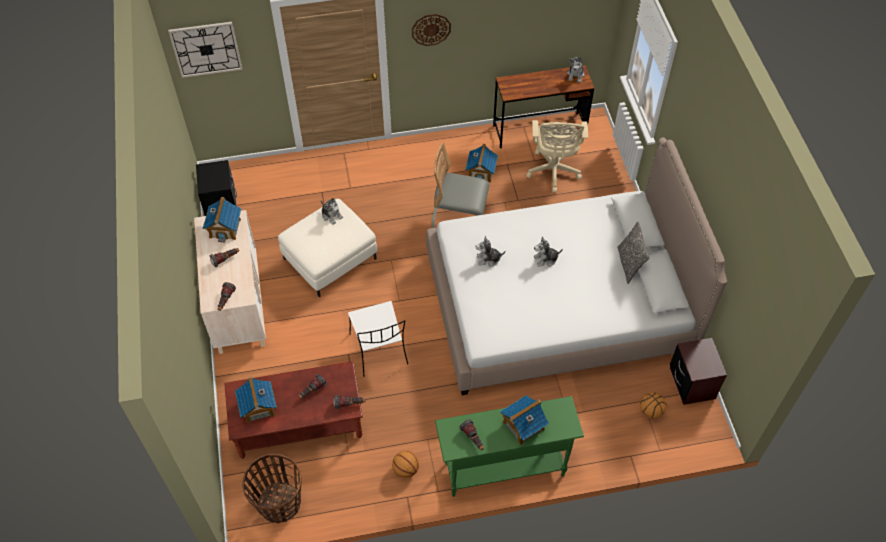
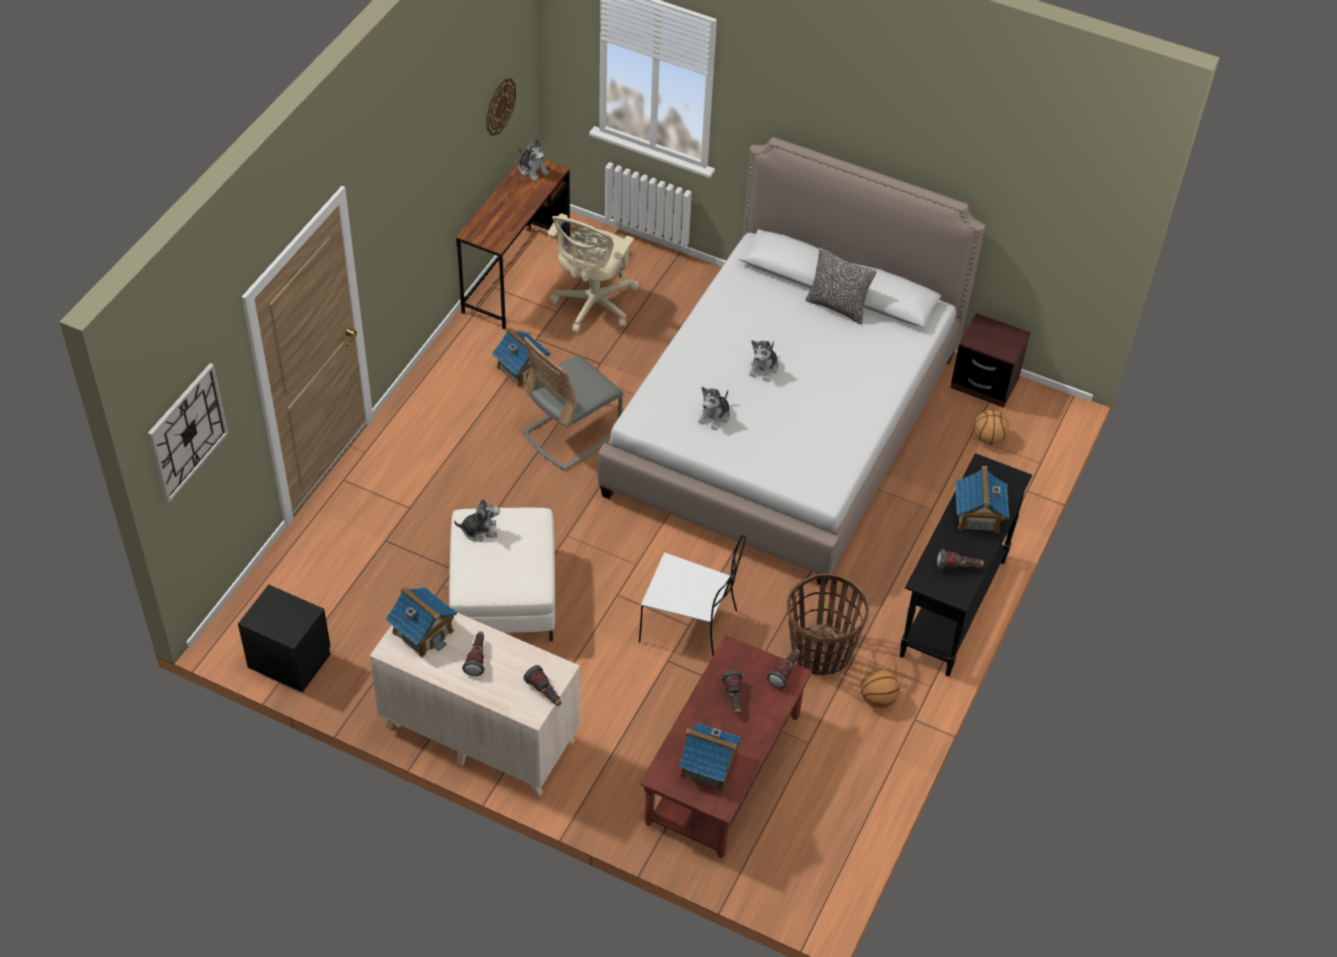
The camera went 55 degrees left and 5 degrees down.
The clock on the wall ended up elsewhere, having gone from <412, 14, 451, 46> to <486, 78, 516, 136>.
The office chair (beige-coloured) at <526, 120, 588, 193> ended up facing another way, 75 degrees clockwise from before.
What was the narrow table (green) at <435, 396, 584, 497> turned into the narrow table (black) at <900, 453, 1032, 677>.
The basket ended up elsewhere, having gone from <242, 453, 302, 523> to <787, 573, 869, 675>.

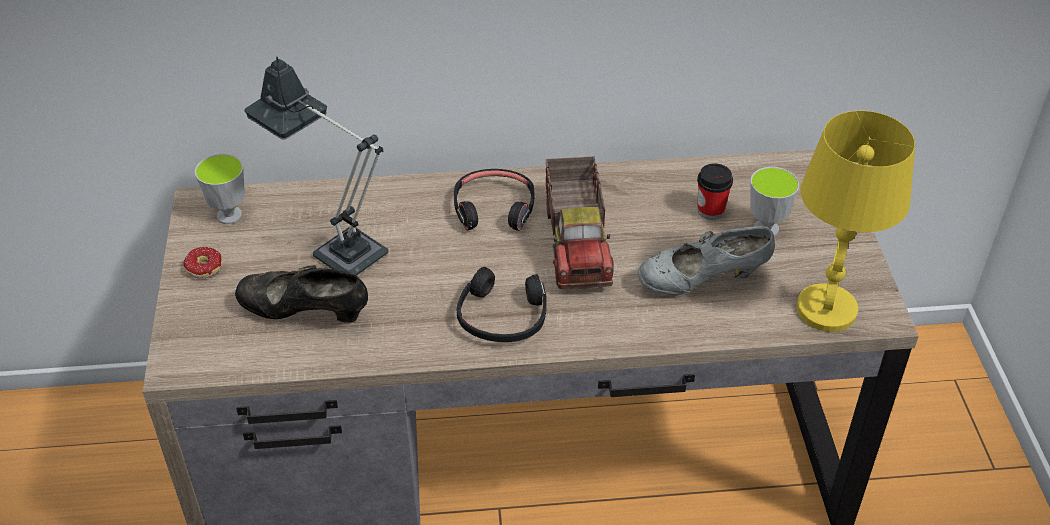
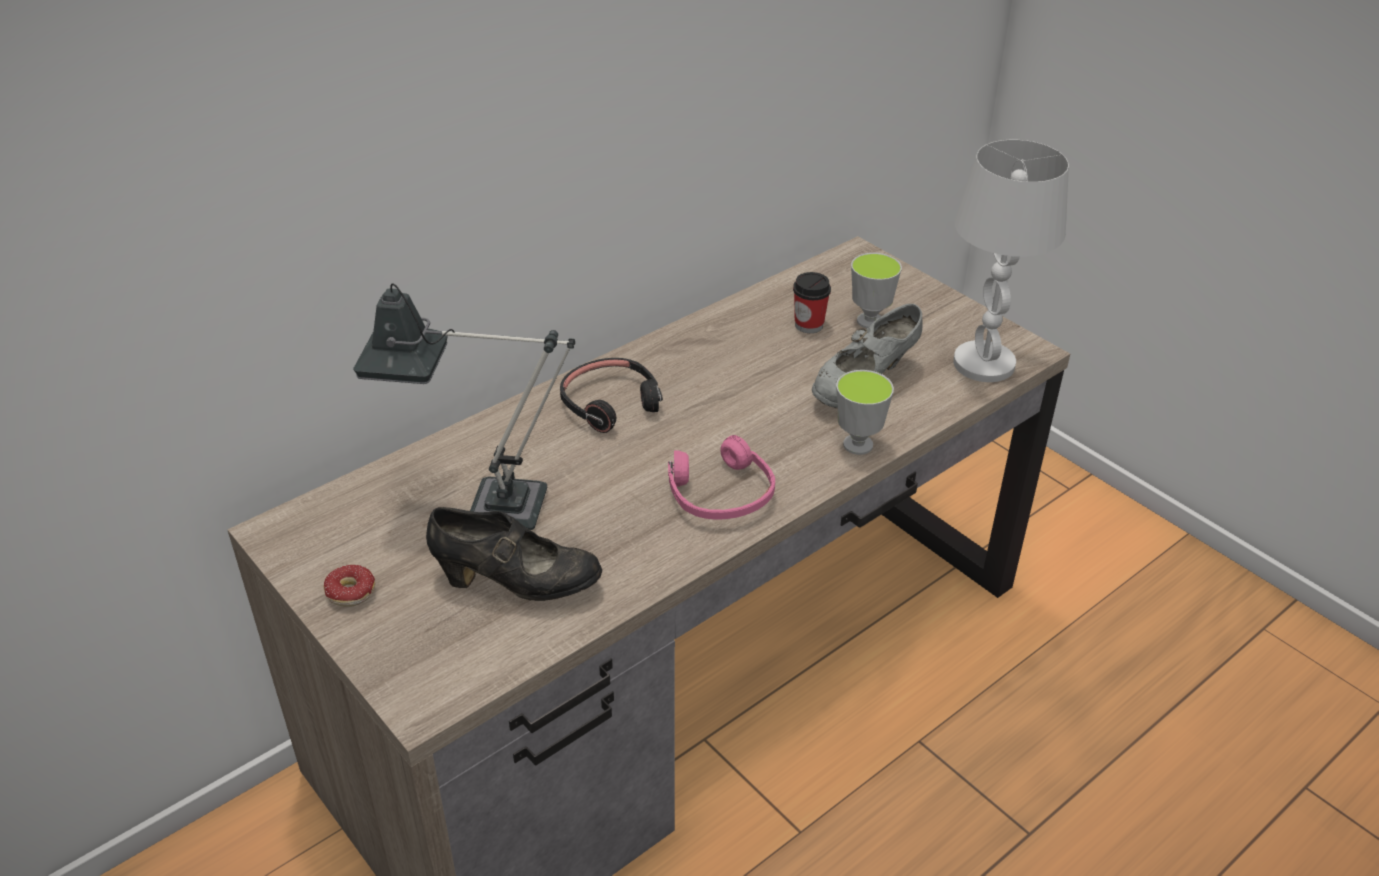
The camera went 35 degrees left and 5 degrees down.
What was the lamp for a table (yellowish) at <797, 111, 915, 332> turned into the lamp for a table (whitish) at <953, 140, 1069, 382>.
The cup ended up elsewhere, having gone from <195, 154, 245, 224> to <836, 370, 894, 455>.
The second view lost the toy truck at <546, 156, 614, 289>.
The low shoe (black) at <235, 265, 368, 323> ended up facing another way, 150 degrees counterclockwise from before.
What was the headphones (black) at <457, 267, 547, 342> turned into the headphones (pink) at <668, 435, 775, 519>.

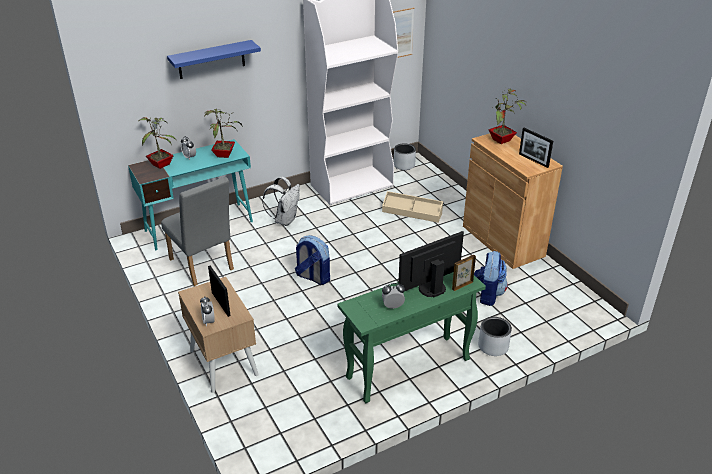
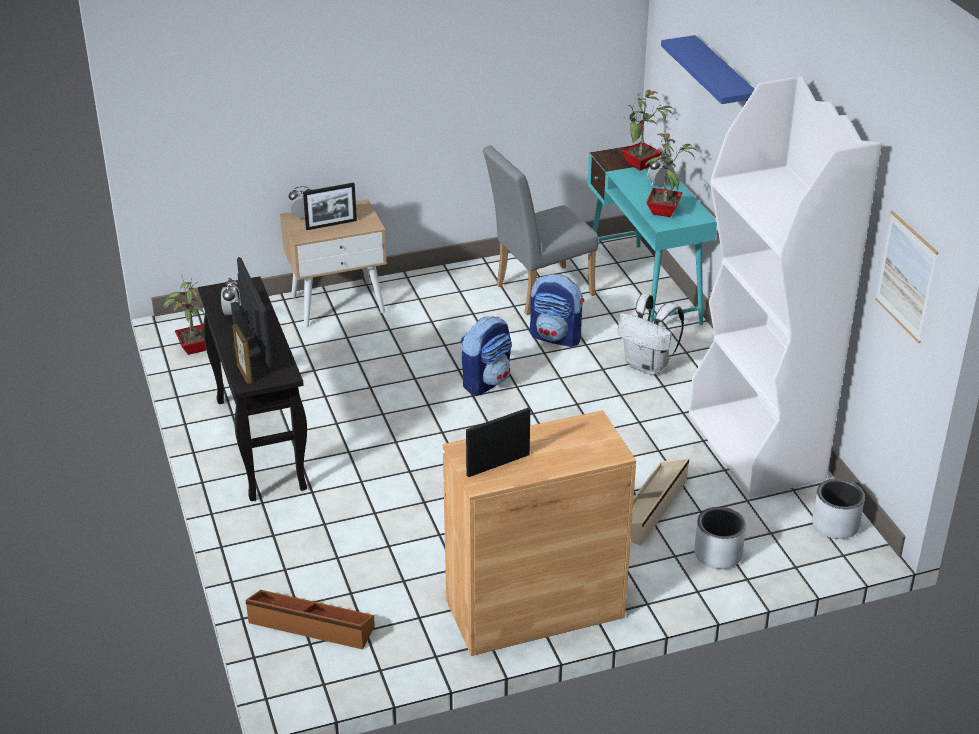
The camera went 100 degrees right and 0 degrees up.
The potted plant ended up elsewhere, having gone from <489, 88, 526, 144> to <163, 274, 206, 355>.
The backpack ended up elsewhere, having gone from <474, 251, 508, 306> to <530, 274, 584, 347>.
What was the narrow table (green) at <338, 272, 486, 403> turned into the narrow table (black) at <198, 276, 307, 501>.
The flower pot (grey) ended up elsewhere, having gone from <478, 317, 512, 356> to <694, 507, 746, 569>.
The second view gained the storage bin (brownish) at <246, 590, 375, 649>.

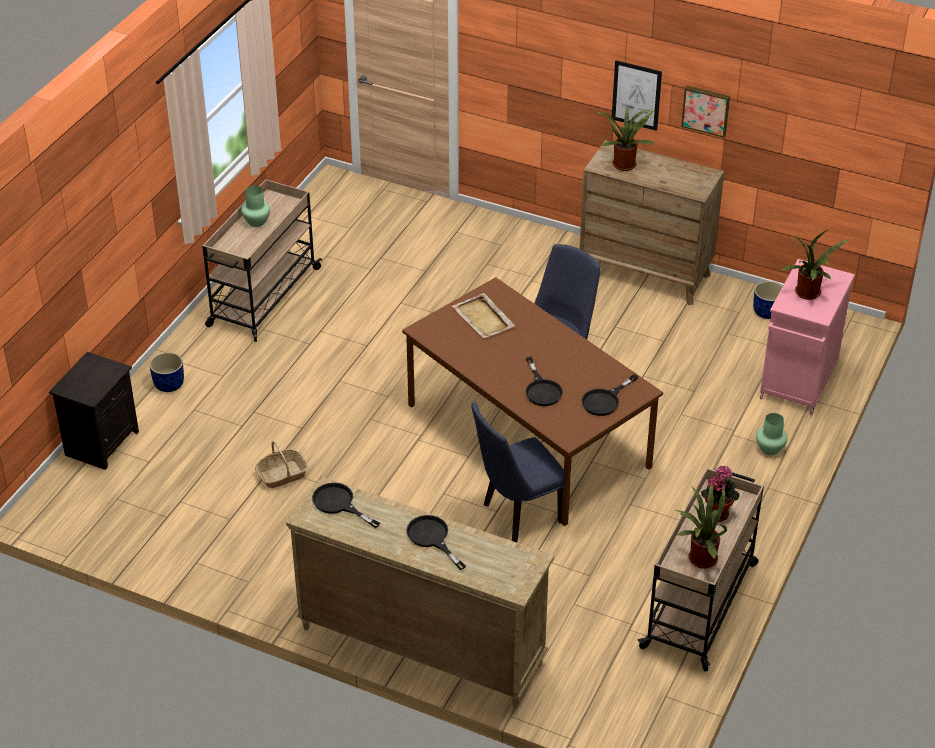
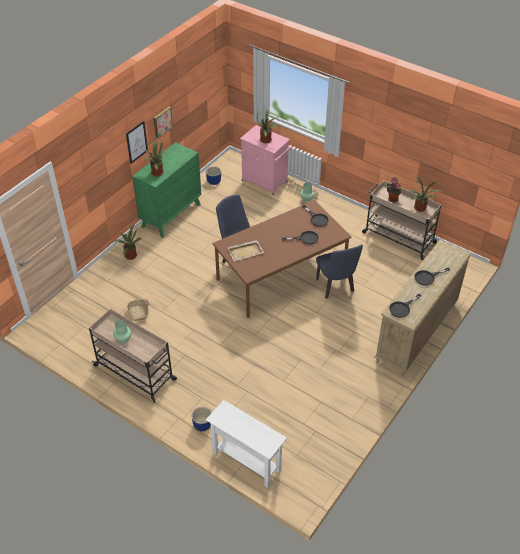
The camera went 80 degrees left and 5 degrees up.
What was the drawer chest (brownish) at <580, 140, 724, 305> turned into the drawer chest (green) at <132, 142, 201, 238>.
Where the night table (black) stood at <49, 352, 139, 470>, the narrow table (whitish) came to stand at <206, 400, 287, 488>.
The basket ended up elsewhere, having gone from <255, 441, 308, 488> to <127, 299, 149, 321>.
The second view gained the potted plant at <113, 225, 142, 260>.

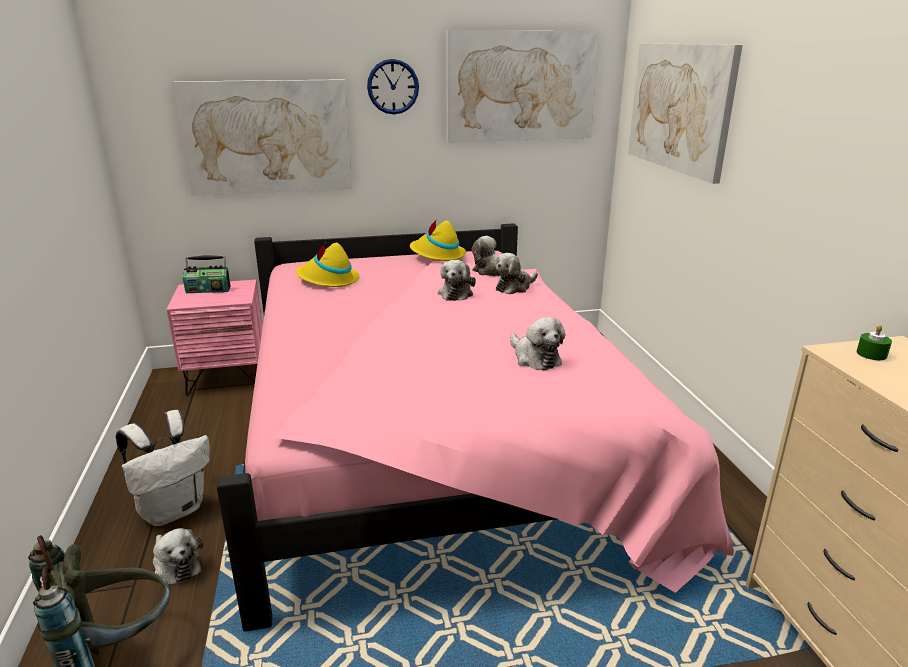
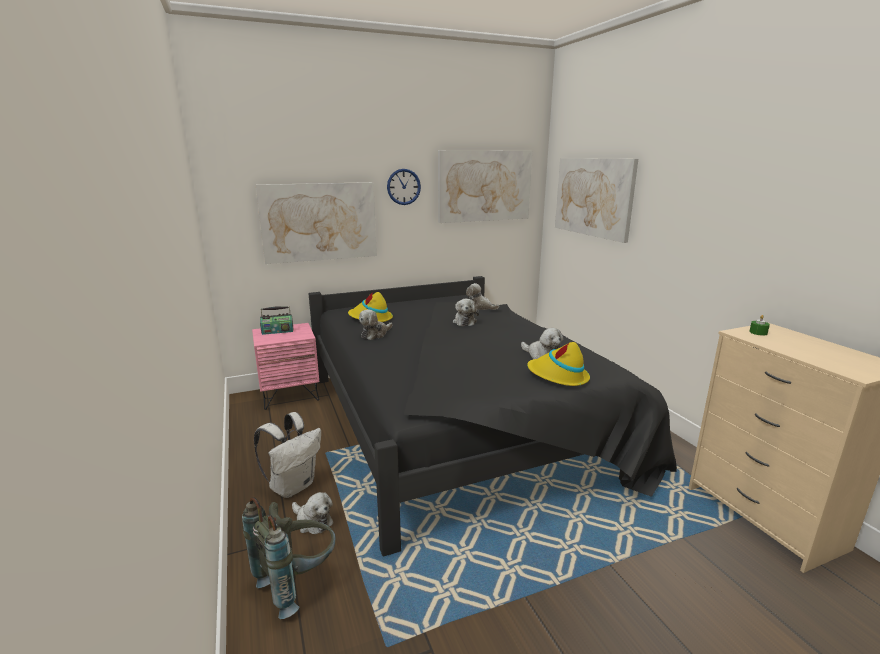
The camera went 10 degrees left and 5 degrees down.
The wearable hat (yellowish) ended up elsewhere, having gone from <410, 220, 466, 261> to <527, 342, 590, 386>.
What was the bedroom bed (pink) at <217, 223, 734, 632> turned into the bedroom bed (black) at <309, 276, 677, 556>.
The soft toy ended up elsewhere, having gone from <495, 253, 538, 294> to <359, 309, 392, 340>.

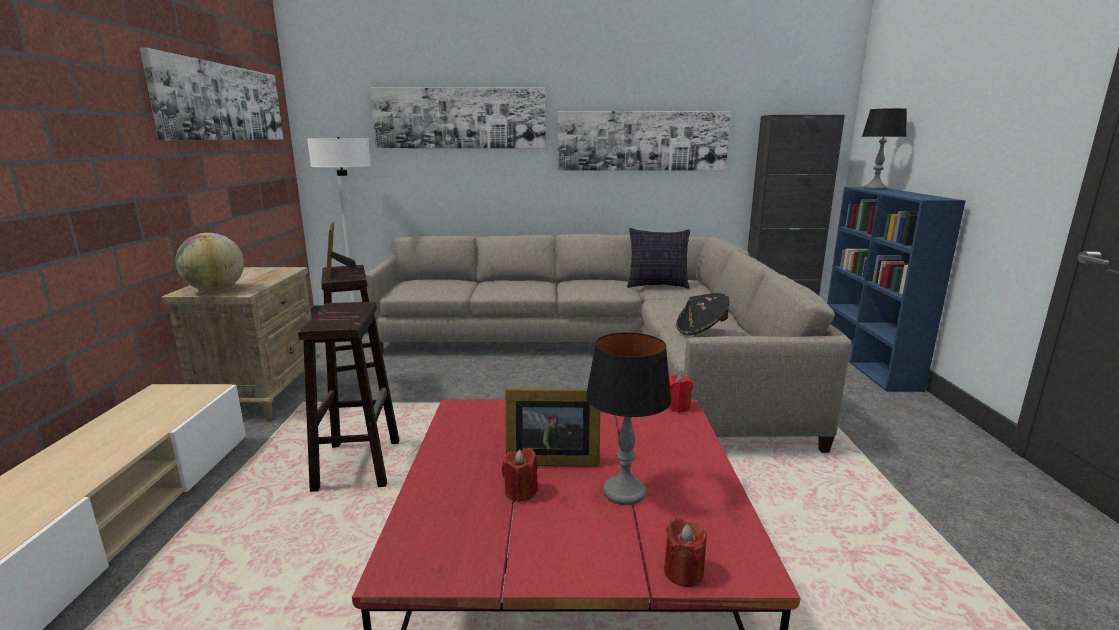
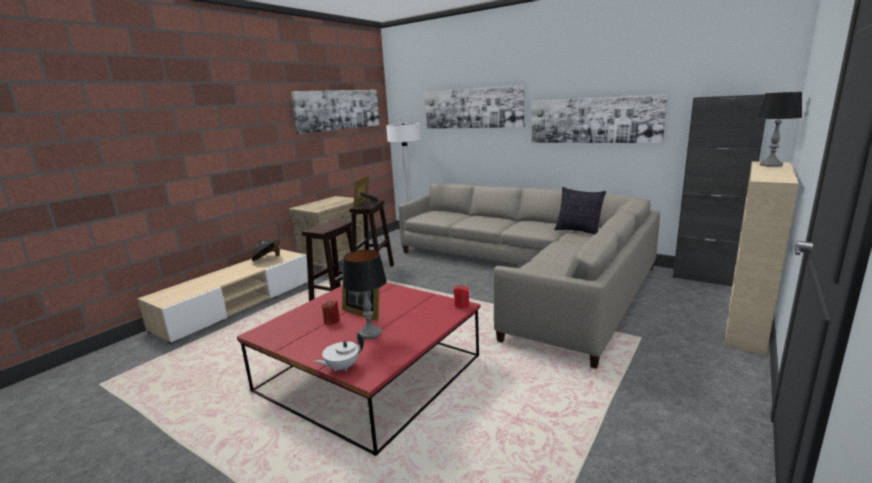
The camera went 35 degrees right and 0 degrees up.
What was the bookshelf (blue) at <827, 187, 965, 392> turned into the bookshelf (beige-coloured) at <724, 162, 799, 355>.
The second view lost the world globe at <175, 233, 244, 291>.
The wearable hat (black) ended up elsewhere, having gone from <676, 293, 729, 336> to <252, 240, 280, 261>.
Where the wax candle (reddish) stood at <664, 518, 707, 587>, the tea pot (whitish) came to stand at <314, 333, 364, 371>.

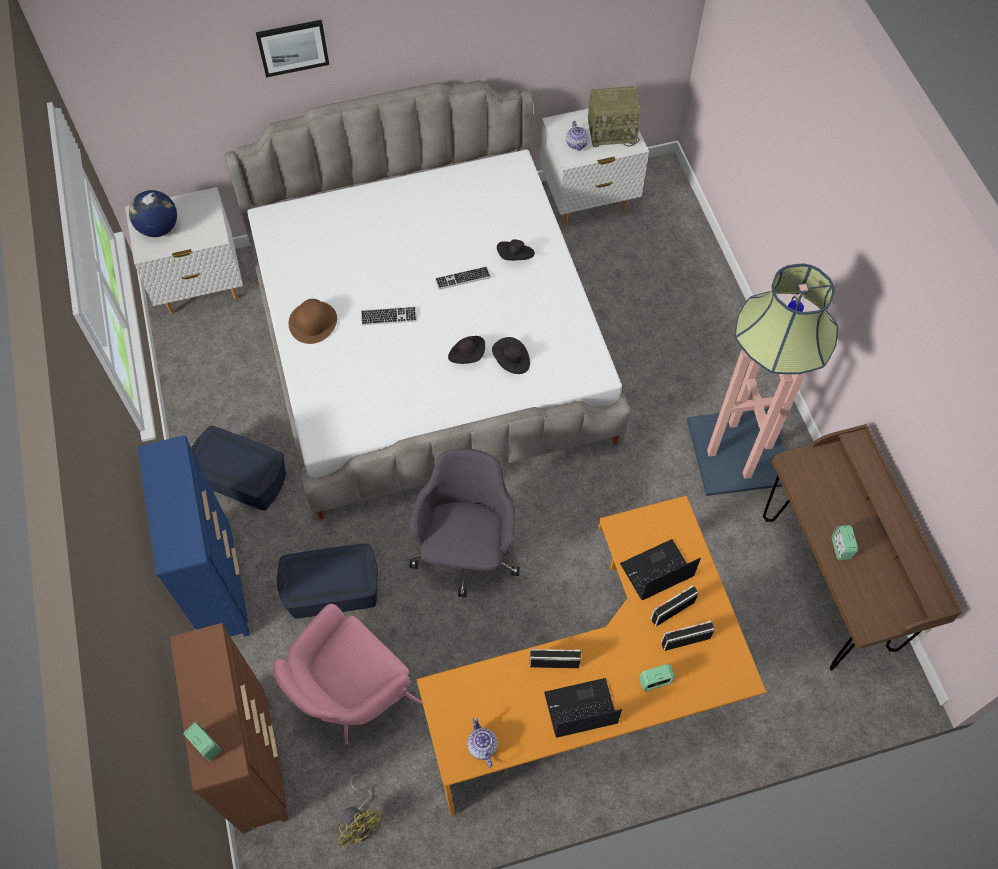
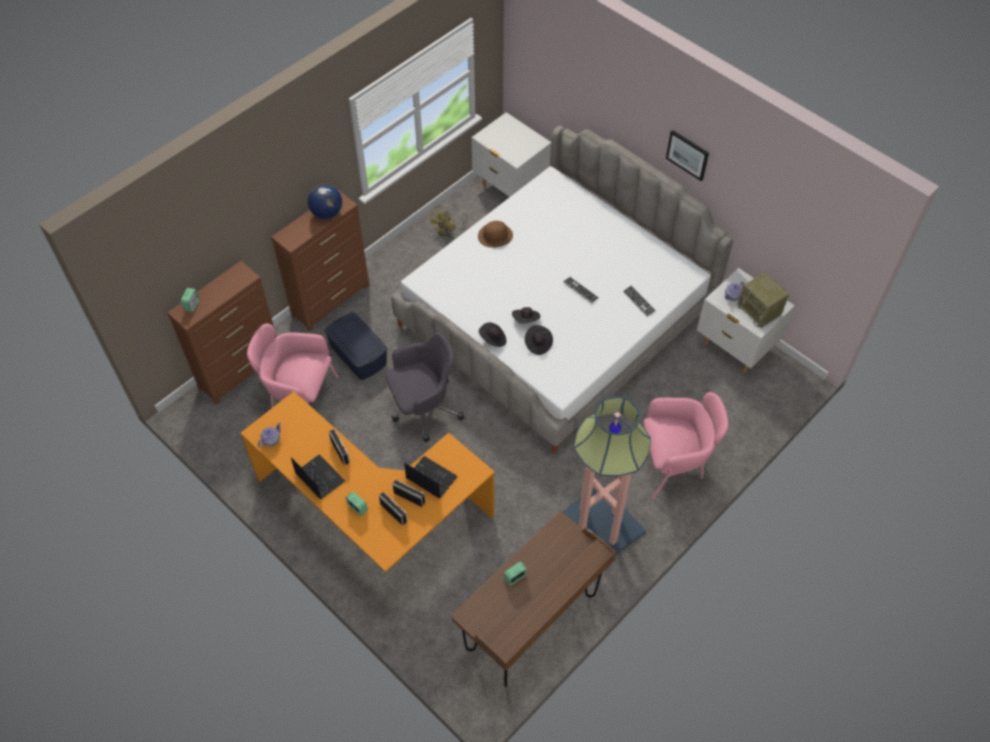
The camera went 60 degrees right and 5 degrees down.
The picture ended up elsewhere, having gone from <256, 20, 329, 77> to <666, 130, 709, 181>.
The world globe ended up elsewhere, having gone from <129, 190, 177, 237> to <308, 184, 342, 219>.
The wearable hat (black) ended up elsewhere, having gone from <497, 239, 535, 261> to <479, 322, 506, 347>.
The computer keyboard ended up elsewhere, having gone from <361, 306, 417, 325> to <623, 285, 656, 317>.
The second view lost the storage bin (blue) at <191, 426, 286, 511>.
What was the drawer chest (blue) at <137, 435, 250, 637> turned into the drawer chest (brownish) at <271, 190, 369, 331>.
The cooling fan (yellowish) ended up elsewhere, having gone from <338, 775, 382, 851> to <429, 209, 468, 237>.
The second view gained the armchair (pink) at <644, 392, 729, 499>.

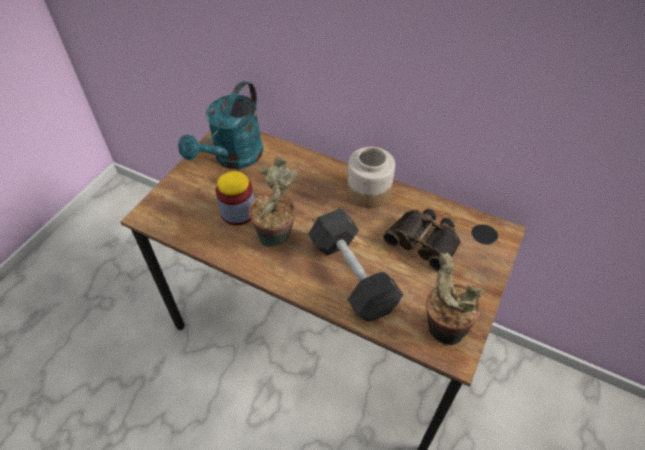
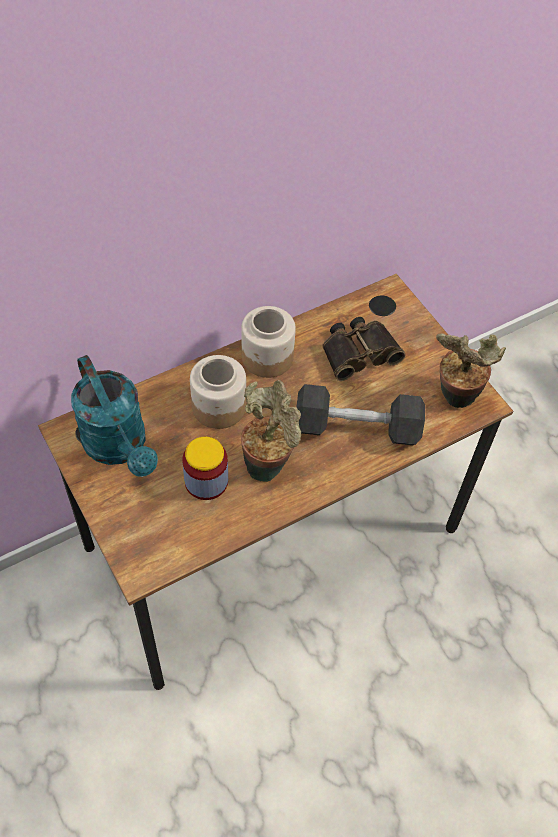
The camera went 60 degrees left and 5 degrees up.
The second view gained the preserve jar at <190, 355, 246, 429>.

